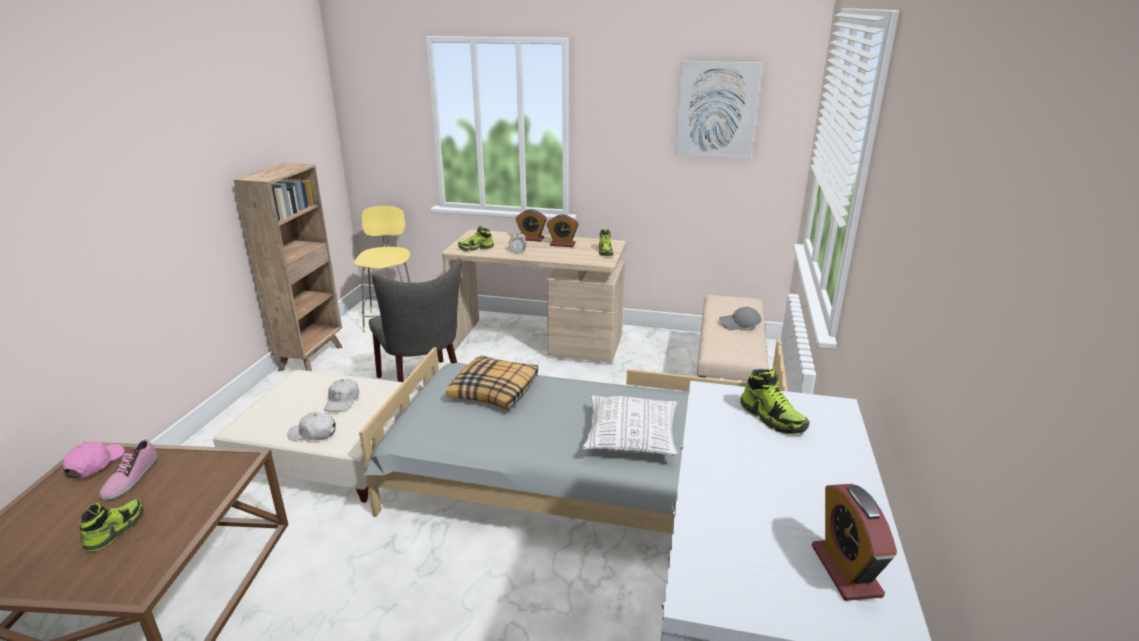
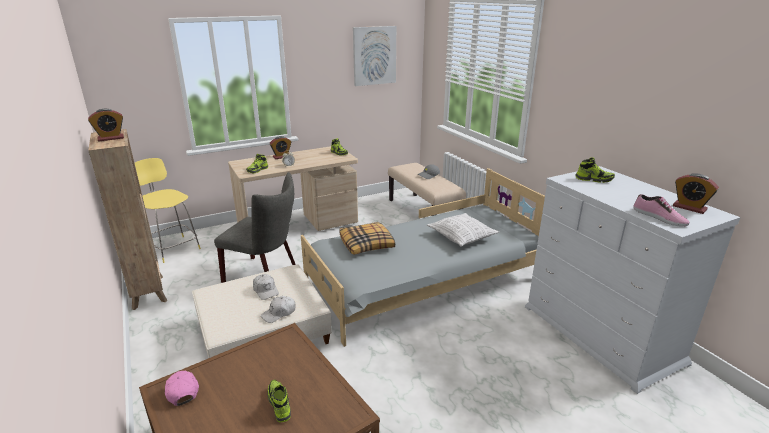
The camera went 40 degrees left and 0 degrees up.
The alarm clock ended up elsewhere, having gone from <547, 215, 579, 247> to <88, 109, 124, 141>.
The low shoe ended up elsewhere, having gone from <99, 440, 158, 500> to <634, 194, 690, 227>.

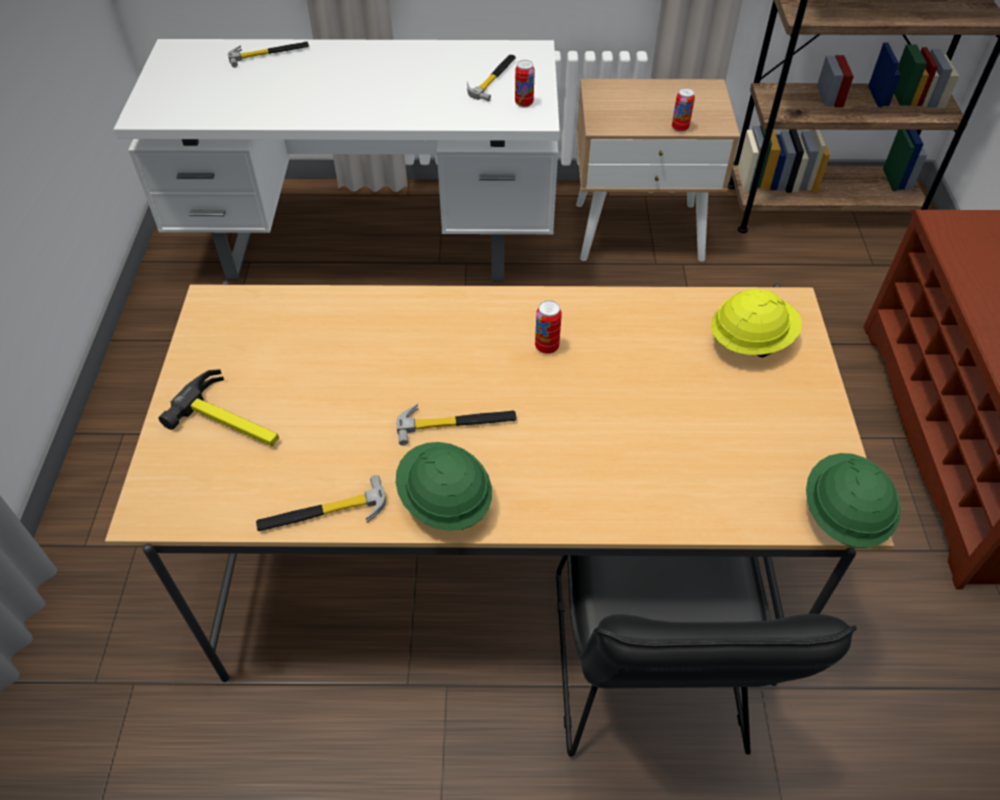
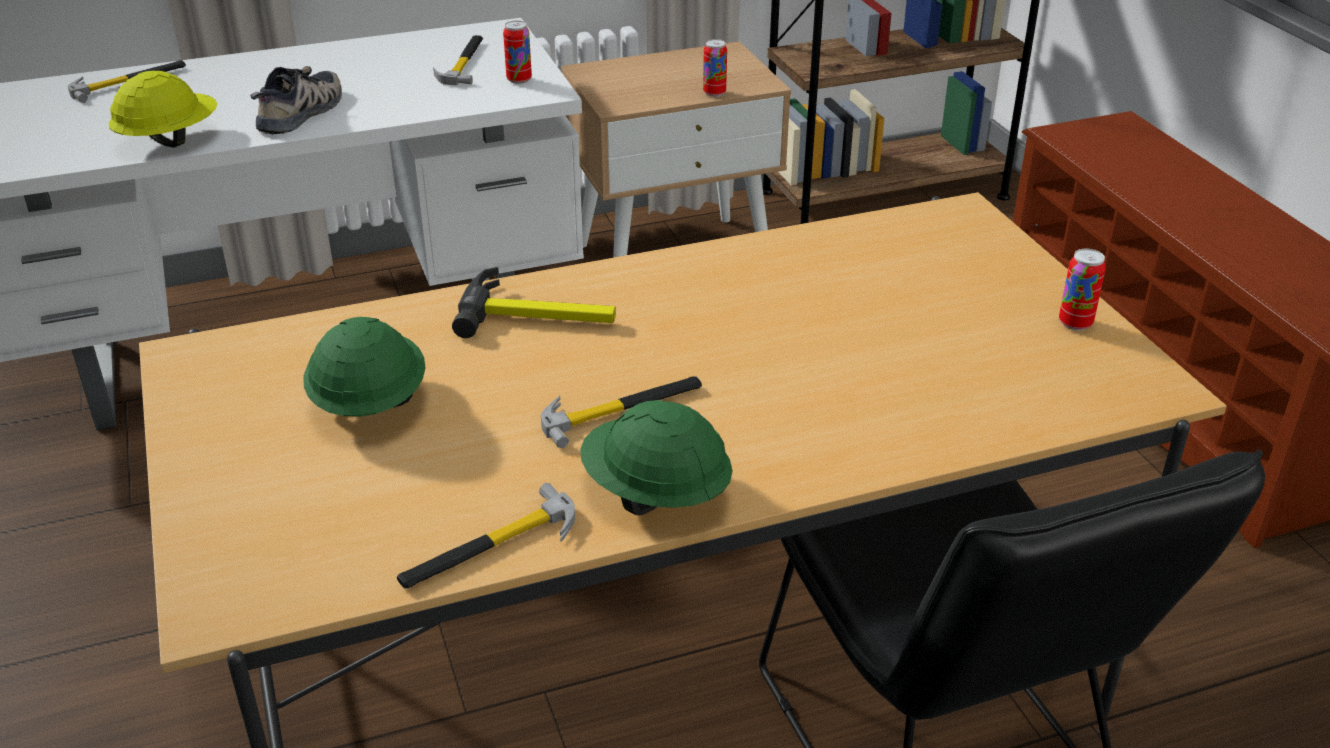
The camera went 20 degrees left and 15 degrees down.
The safety helmet (yellowish) ended up elsewhere, having gone from <711, 289, 802, 358> to <108, 71, 217, 148>.
The can ended up elsewhere, having gone from <535, 300, 562, 354> to <1059, 249, 1106, 331>.
The hammer ended up elsewhere, having gone from <158, 369, 279, 446> to <452, 267, 616, 338>.
The safety helmet (green) ended up elsewhere, having gone from <806, 453, 901, 548> to <304, 317, 426, 417>.
The second view gained the low shoe at <250, 66, 342, 135>.

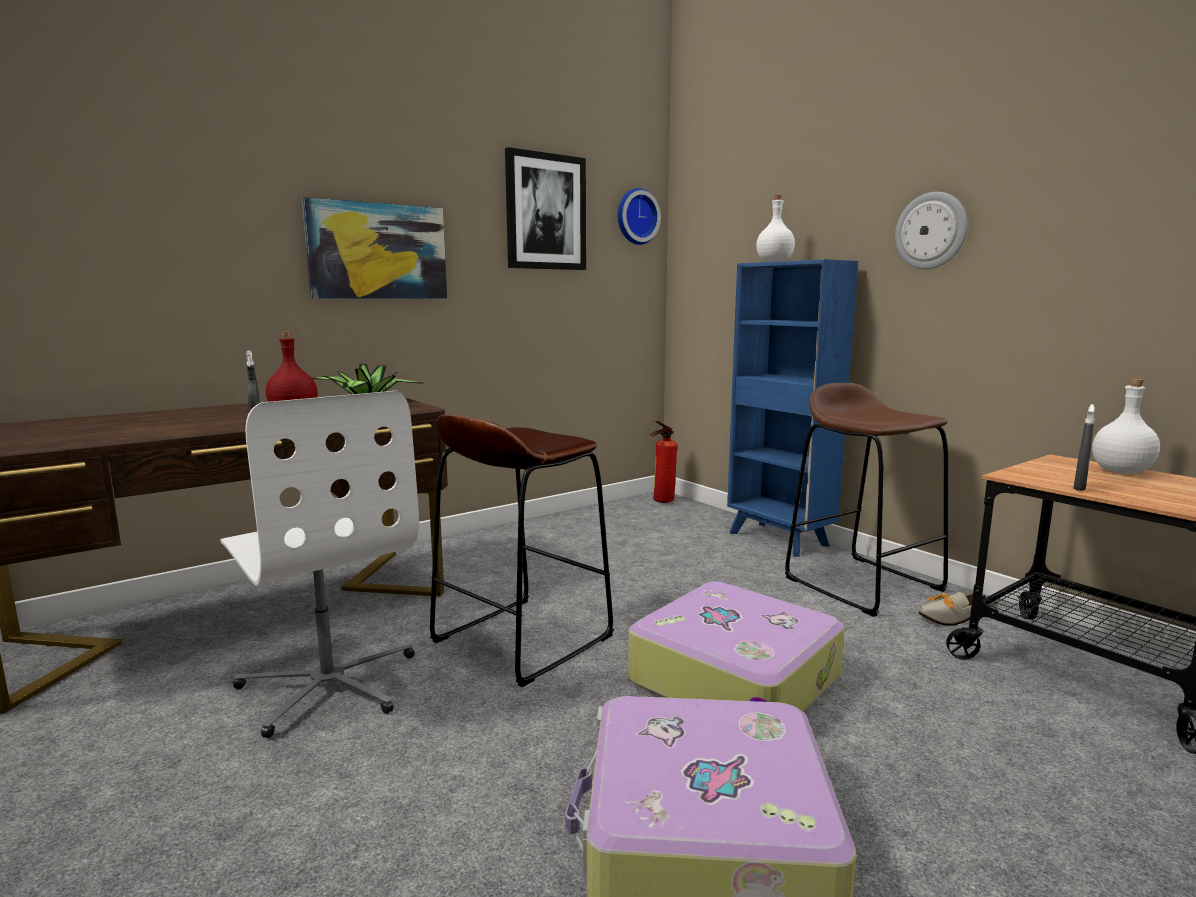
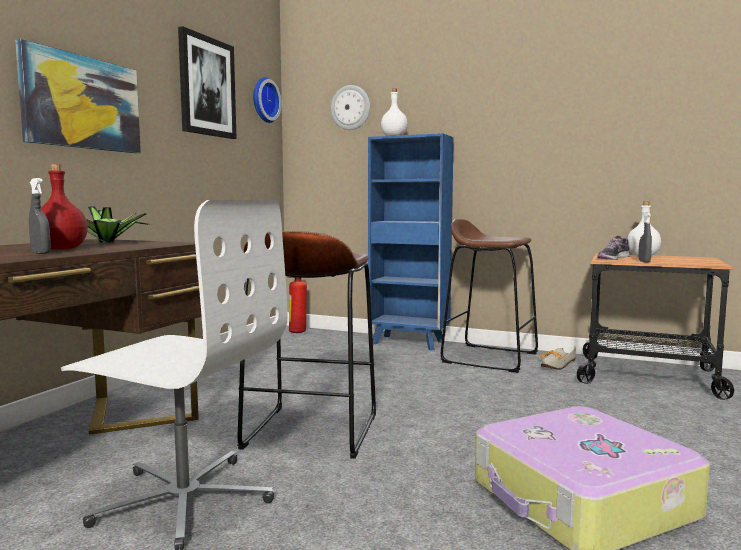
The camera went 30 degrees left and 5 degrees down.
The clock on the wall ended up elsewhere, having gone from <895, 192, 967, 269> to <331, 85, 370, 130>.
The second view lost the travel case at <628, 582, 845, 711>.
The second view gained the low shoe at <597, 236, 630, 260>.

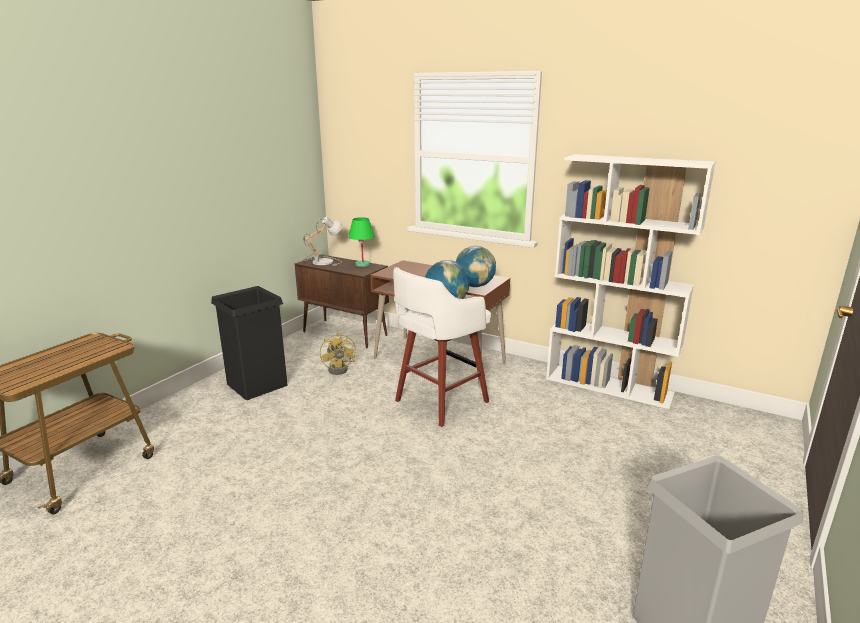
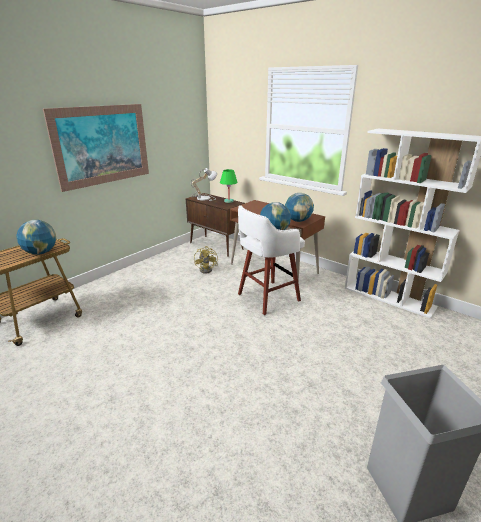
The camera went 10 degrees right and 5 degrees up.
The second view lost the trash can (black) at <211, 286, 287, 400>.
The second view gained the picture at <43, 104, 149, 192>.
The second view gained the world globe at <16, 220, 56, 255>.

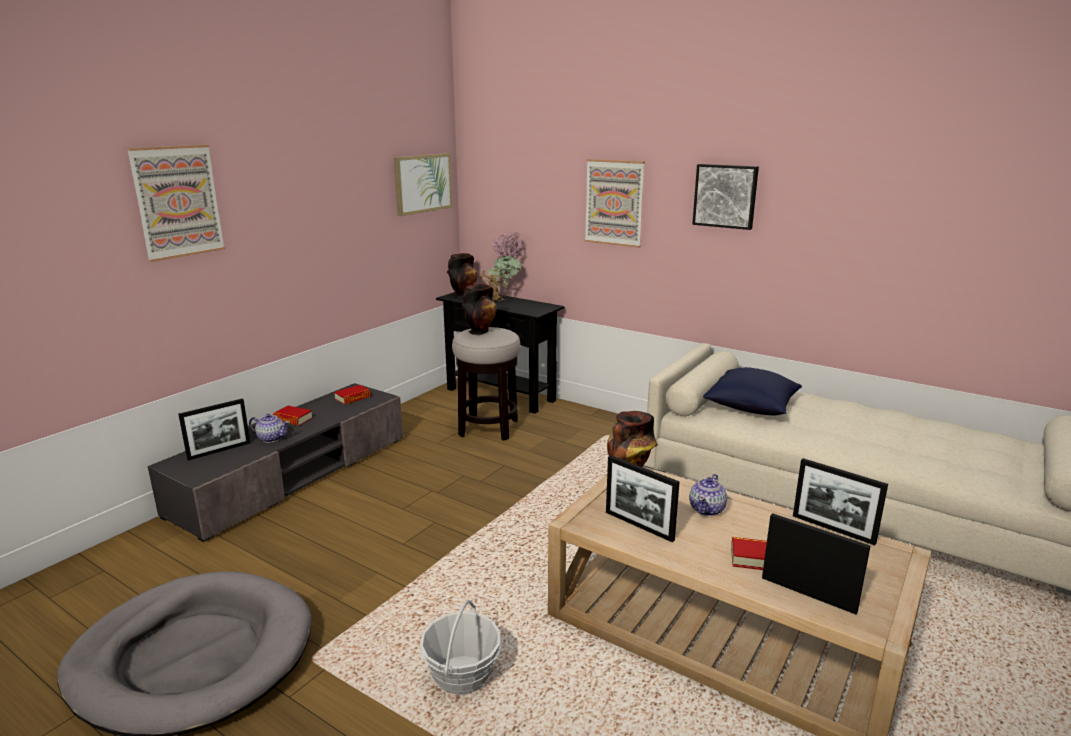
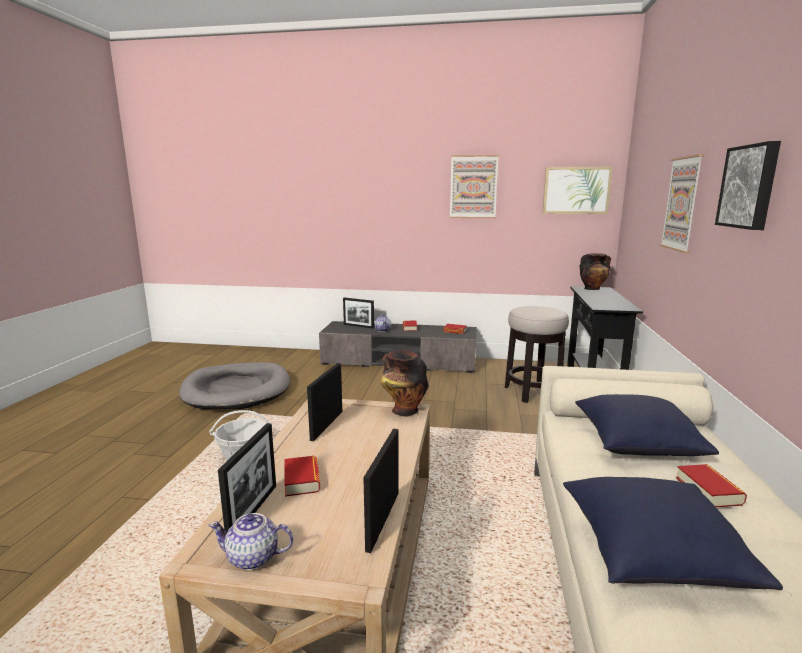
The camera went 65 degrees right and 5 degrees down.
The picture ended up elsewhere, having gone from <126, 145, 225, 262> to <450, 155, 499, 218>.
The second view lost the potted plant at <481, 233, 522, 301>.
The second view lost the flower vase at <462, 284, 497, 335>.
The tea pot ended up elsewhere, having gone from <689, 474, 727, 516> to <208, 513, 293, 570>.
The second view gained the volume at <676, 464, 747, 507>.
The second view gained the throw pillow (blue) at <563, 477, 783, 590>.

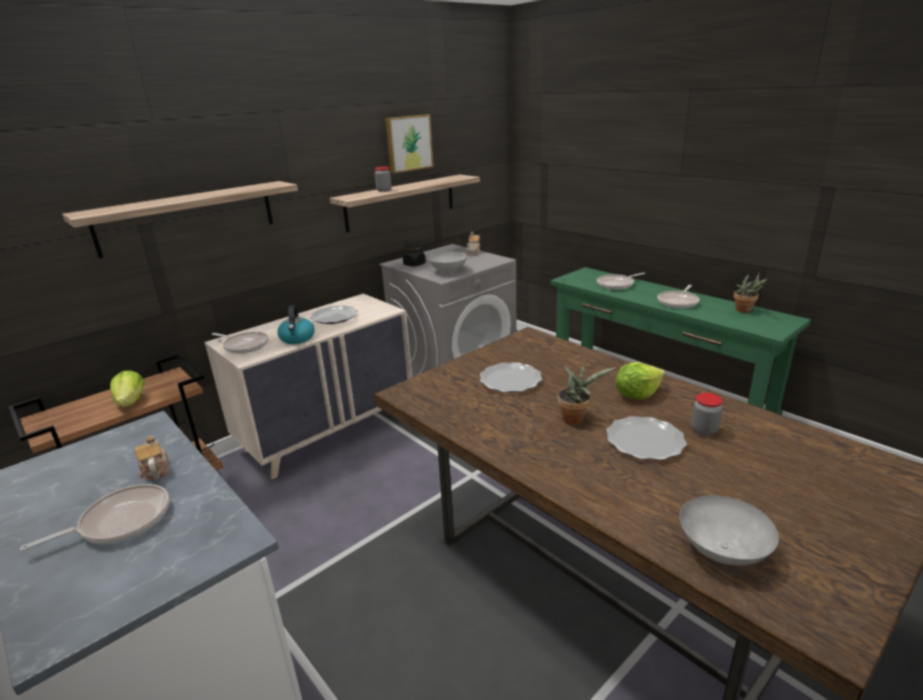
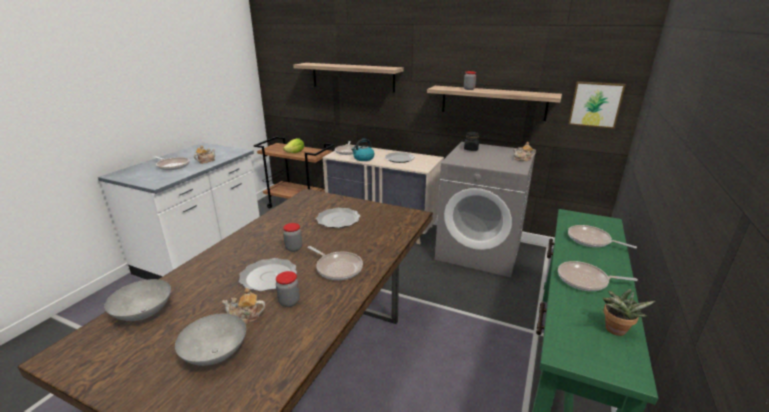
The camera went 65 degrees right and 0 degrees up.
The picture ended up elsewhere, having gone from <385, 114, 434, 173> to <569, 81, 626, 129>.
The deep dish (grey) ended up elsewhere, having gone from <428, 251, 468, 273> to <175, 313, 246, 366>.
Where the head of lettuce stood at <615, 362, 665, 399>, the pan came to stand at <307, 246, 363, 280>.
Where the potted plant stood at <557, 363, 615, 424>, the preserve jar came to stand at <283, 223, 302, 252>.
The second view gained the tea pot at <222, 288, 265, 324>.

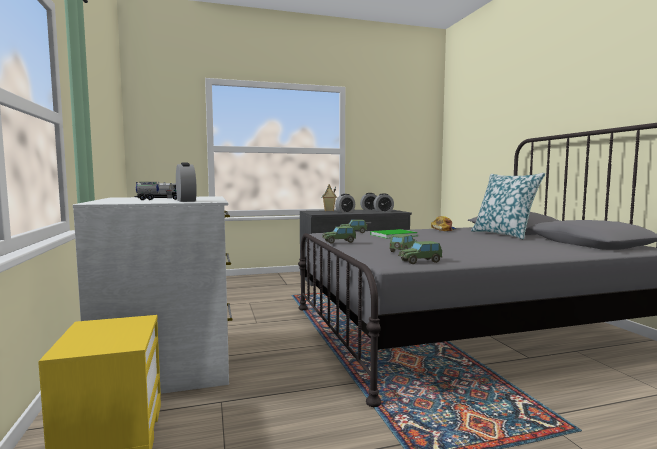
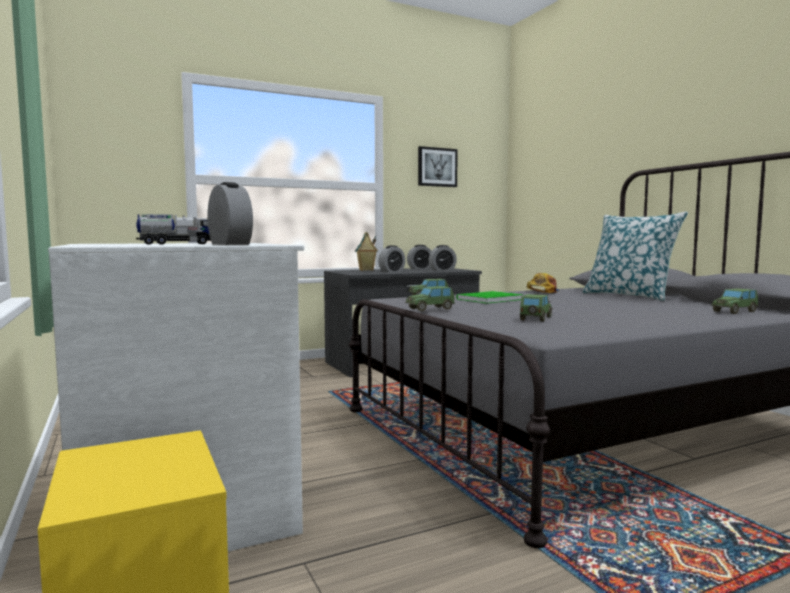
The camera went 10 degrees left and 0 degrees up.
The miniature car ended up elsewhere, having gone from <398, 241, 442, 264> to <711, 289, 758, 314>.
The second view gained the picture at <418, 146, 458, 187>.

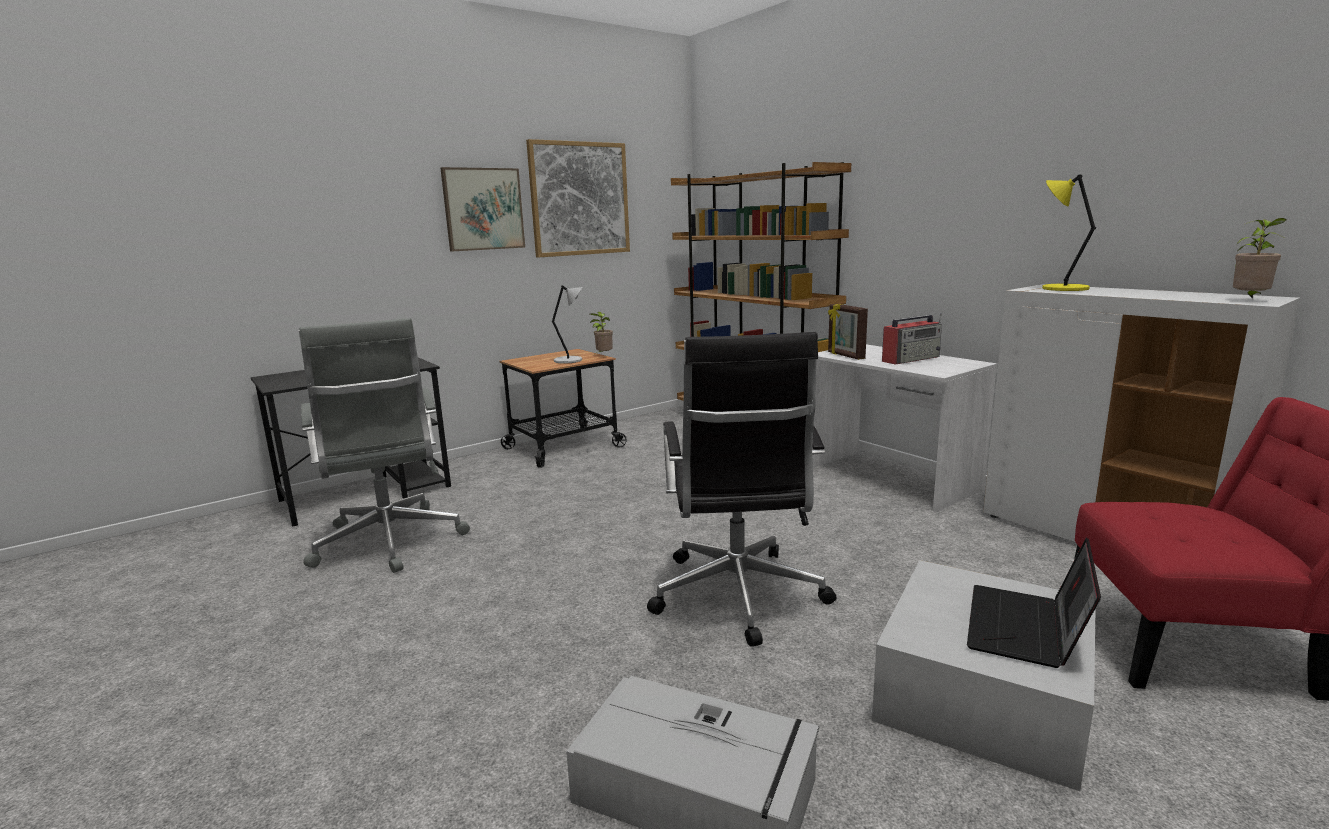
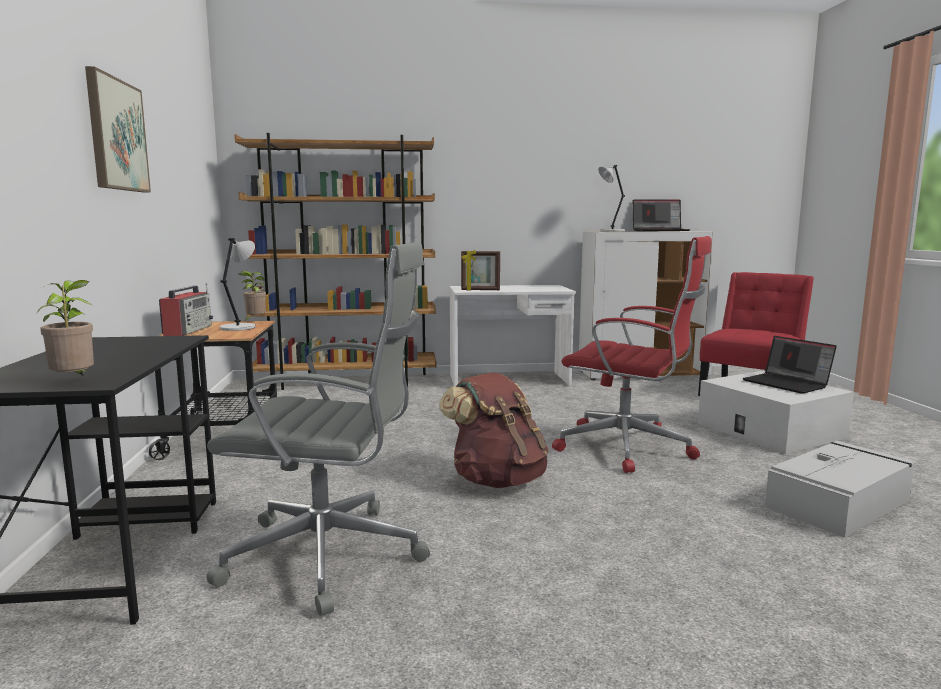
The camera went 60 degrees left and 5 degrees down.
The second view lost the picture at <526, 139, 630, 258>.
What was the lamp for a table (yellowish) at <1042, 174, 1096, 291> turned into the lamp for a table (grey) at <598, 165, 625, 232>.
The potted plant ended up elsewhere, having gone from <1233, 218, 1287, 299> to <37, 280, 94, 375>.
The radio receiver ended up elsewhere, having gone from <882, 313, 942, 365> to <159, 283, 213, 336>.
What was the office chair (black) at <647, 332, 836, 647> turned into the office chair (reddish) at <552, 236, 712, 473>.
The second view gained the portable computer at <633, 200, 690, 231>.
The second view gained the backpack (brownish) at <439, 372, 549, 488>.

